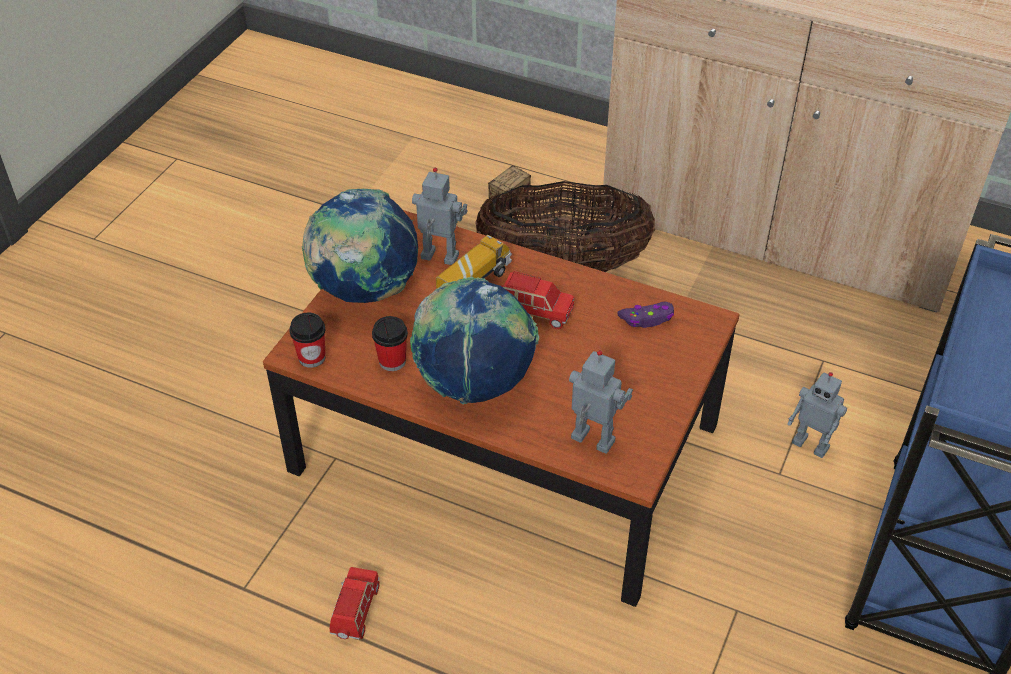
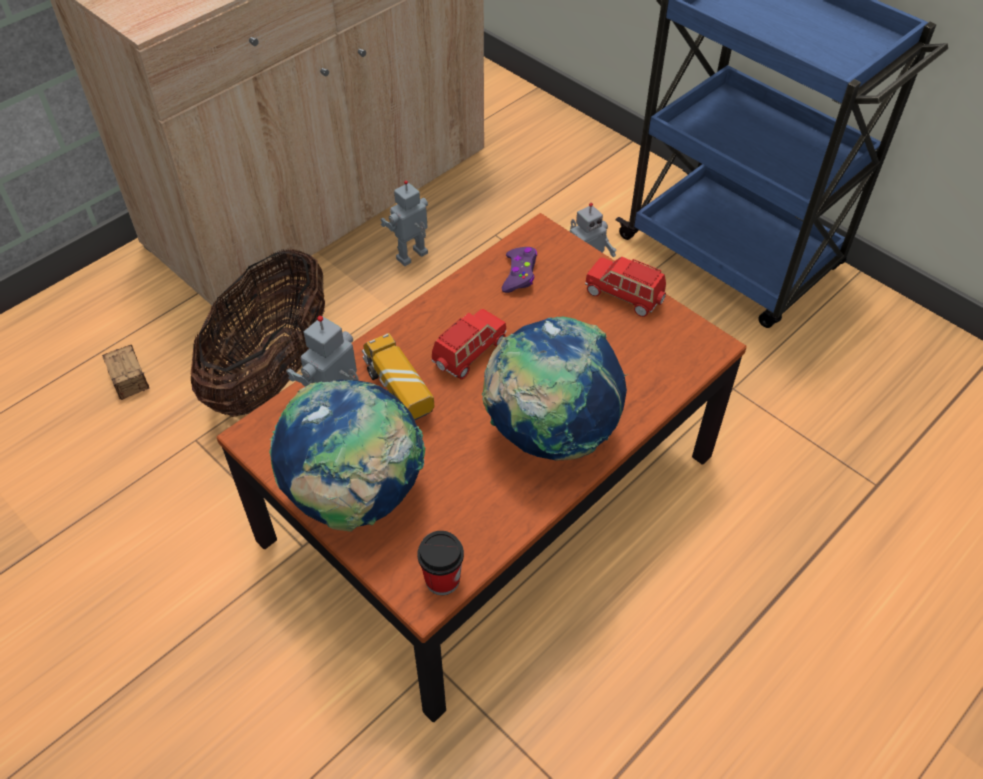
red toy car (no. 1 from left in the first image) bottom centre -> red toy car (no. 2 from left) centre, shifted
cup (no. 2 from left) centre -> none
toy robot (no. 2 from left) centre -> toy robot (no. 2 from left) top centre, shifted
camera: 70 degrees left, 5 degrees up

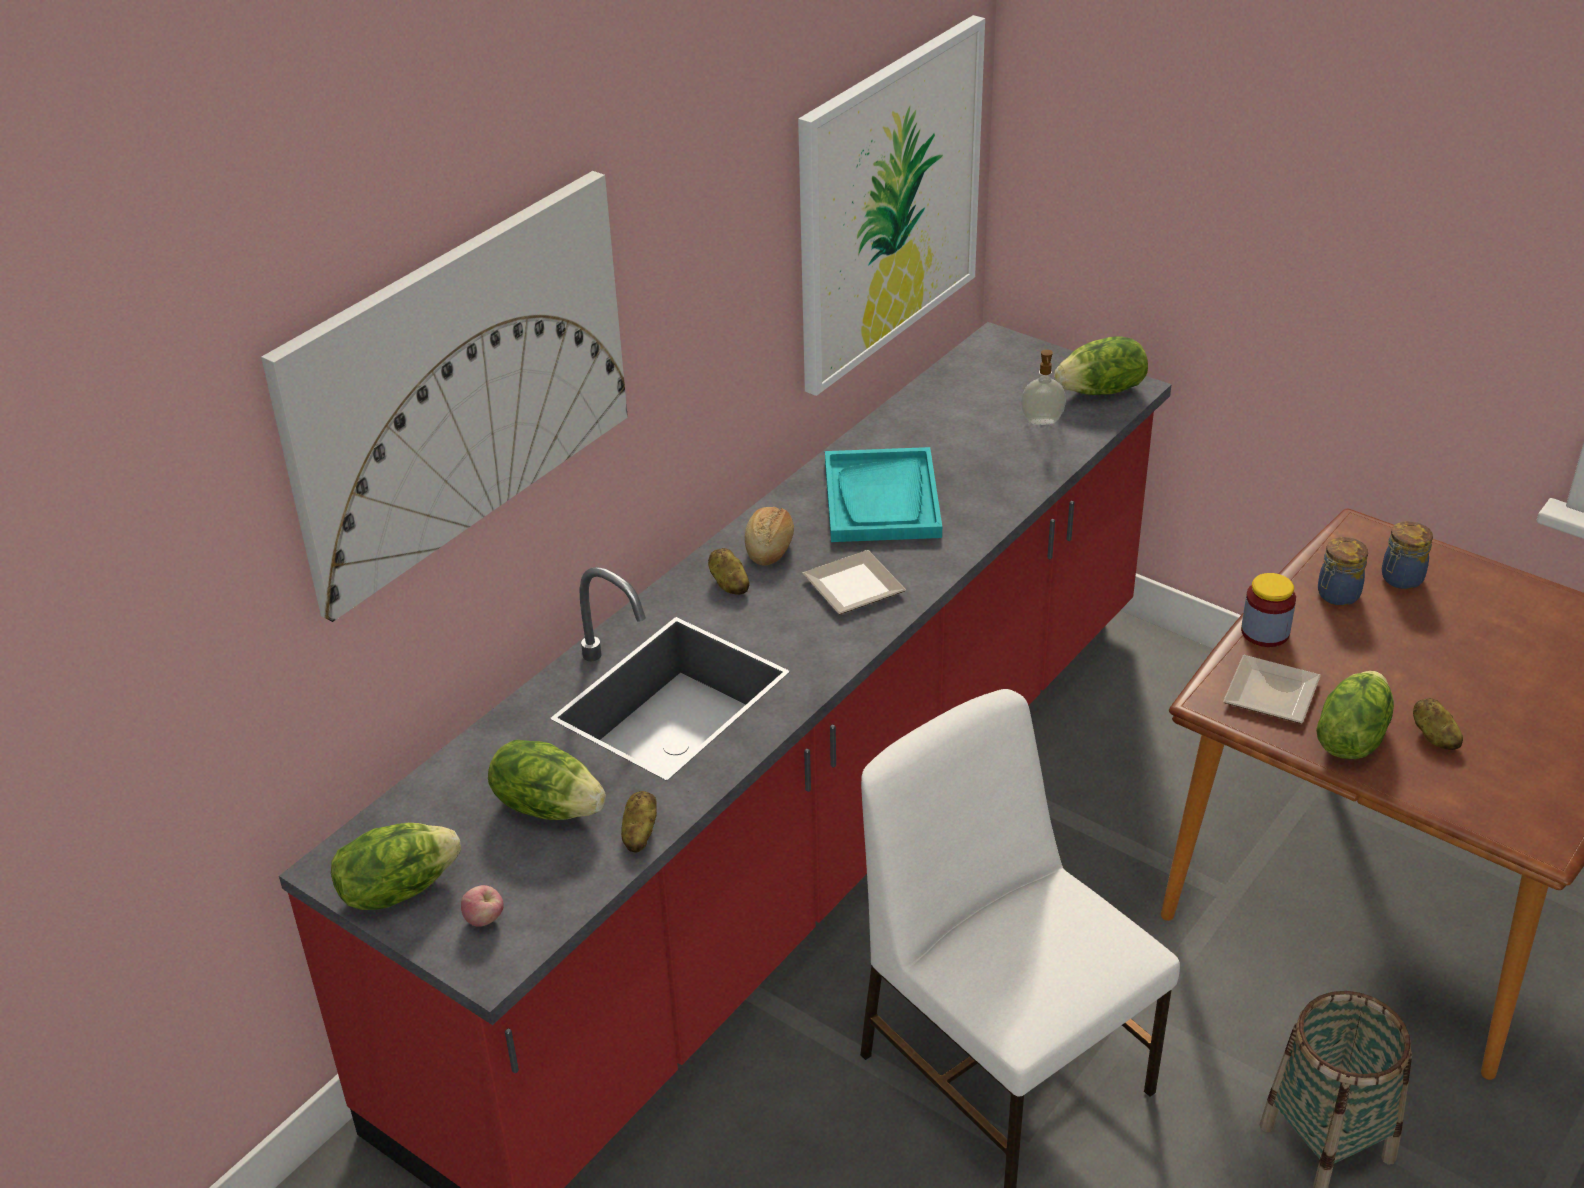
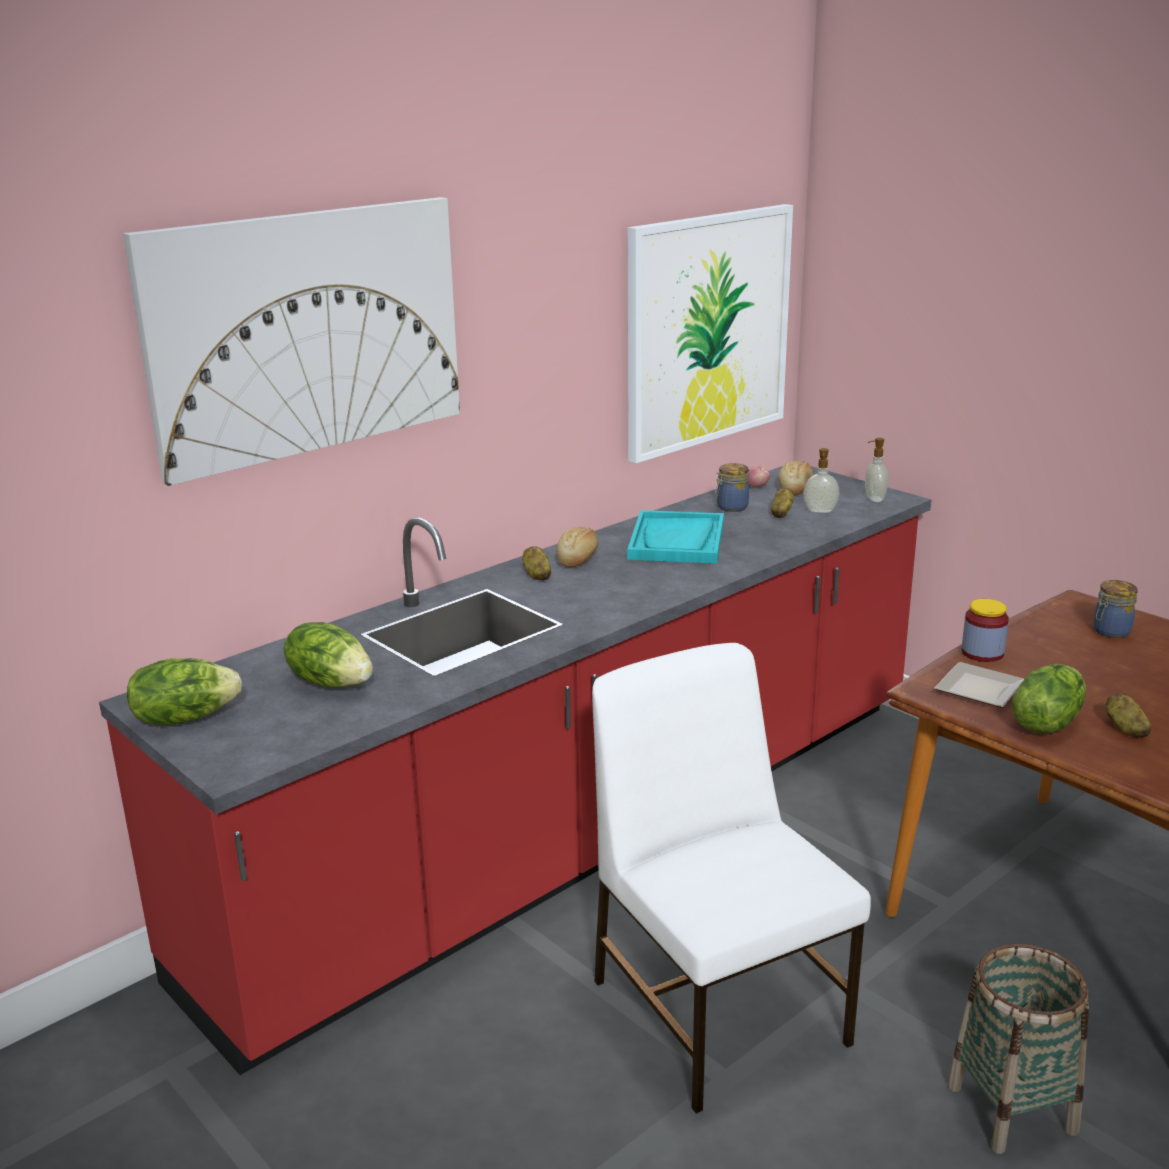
apple bottom left -> apple centre, shifted
potato (no. 1 from left in the first image) bottom centre -> potato (no. 2 from left) middle right, shifted
plate (no. 1 from left) centre -> none
lettuce (no. 3 from left) top right -> soap dispenser (no. 2 from left) middle right
jar (no. 2 from left in the first image) middle right -> jar (no. 1 from left) centre, shifted
none -> bread (no. 2 from left) middle right
camera: 10 degrees right, 15 degrees down

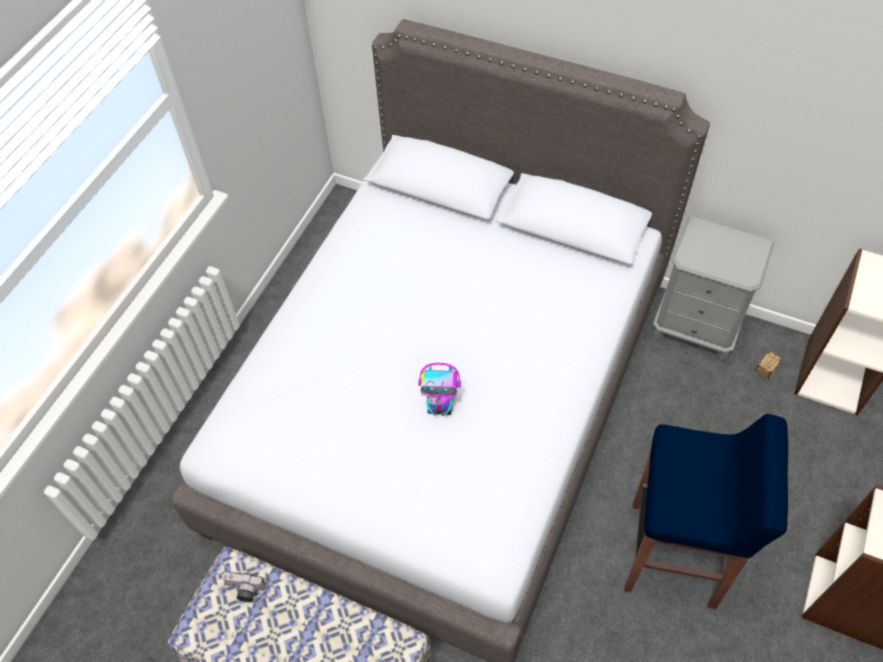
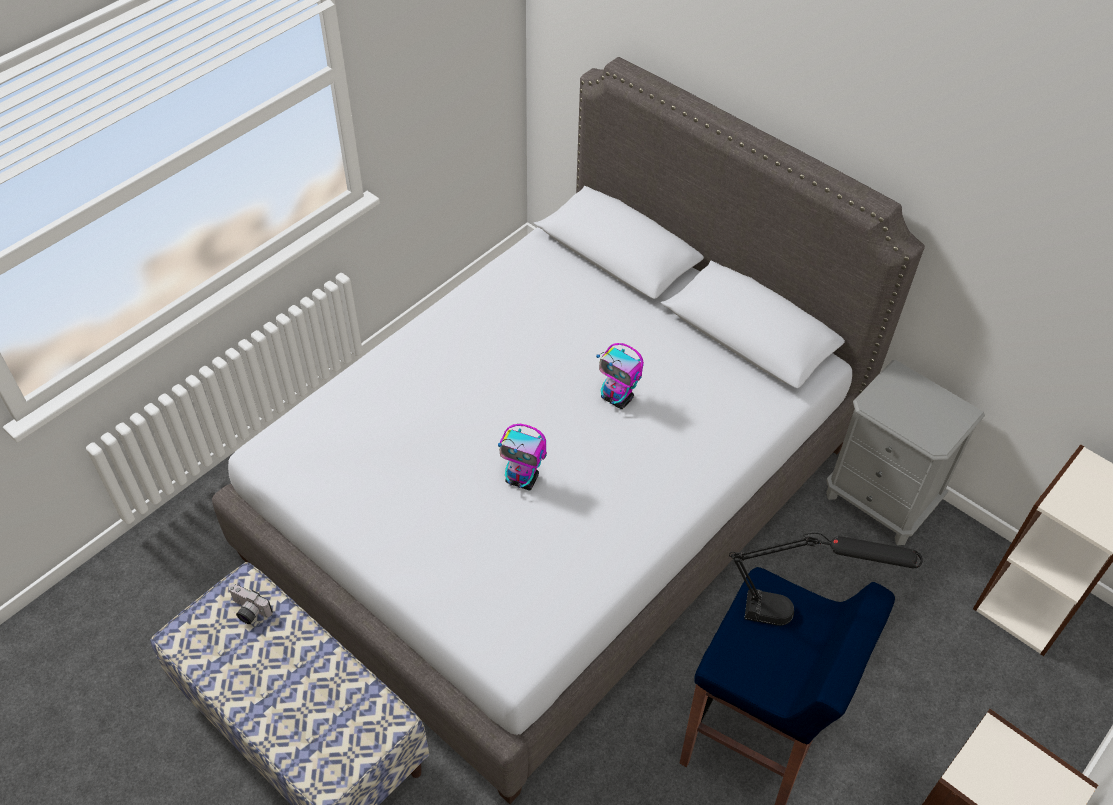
storage box middle right -> none
none -> toy robot (no. 2 from left) centre
none -> black table lamp bottom right
camera: 15 degrees right, 5 degrees down

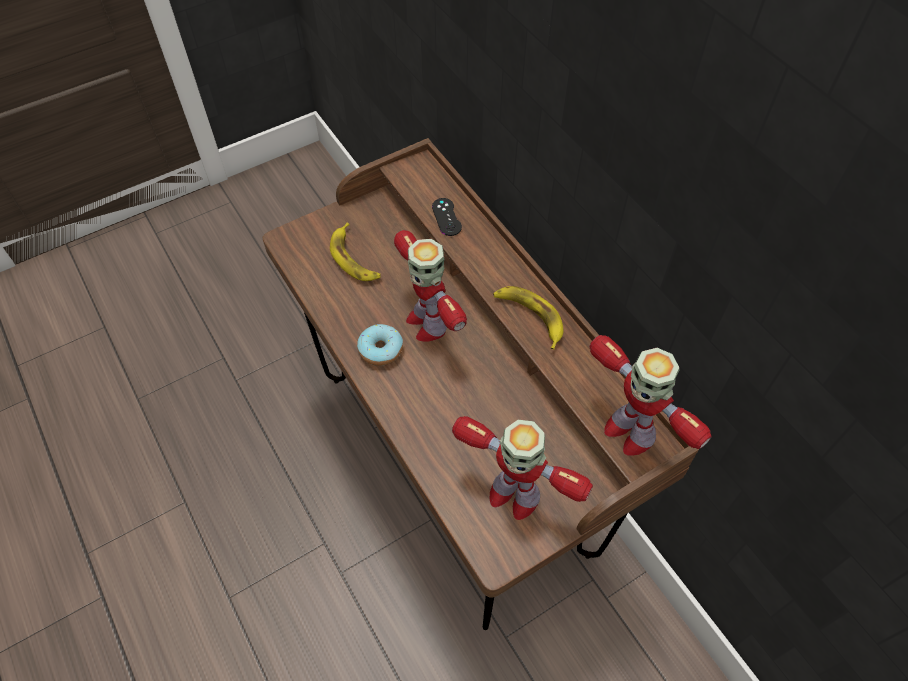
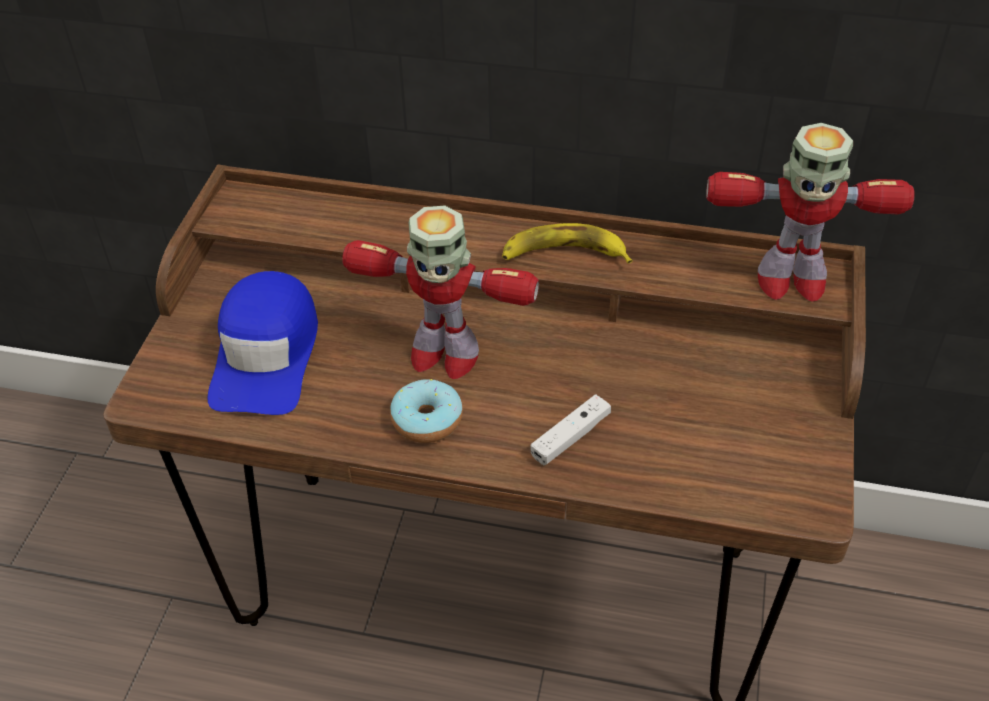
banana (no. 1 from left) centre -> blue cap middle left
black game controller top centre -> none
toy robot (no. 2 from left) bottom centre -> none
none -> white game controller centre
camera: 45 degrees left, 10 degrees down

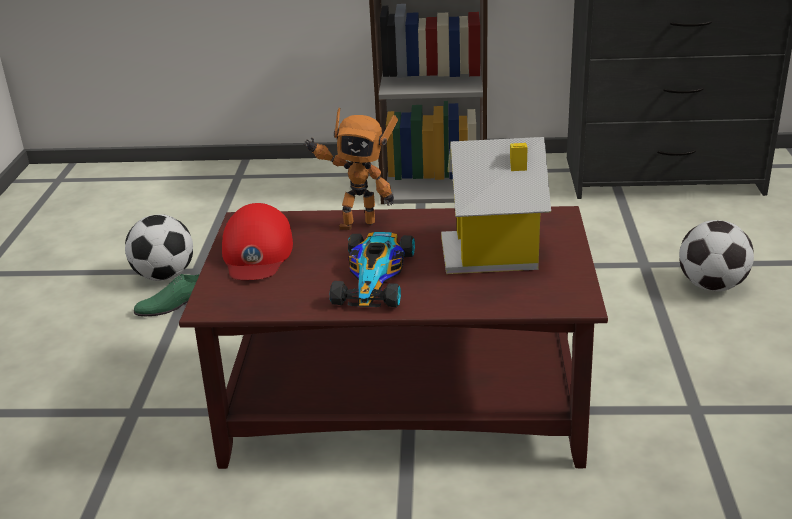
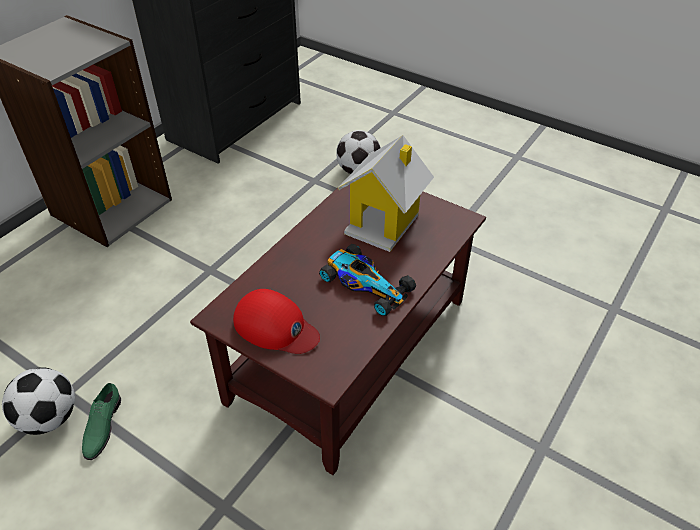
toy robot top centre -> none
camera: 60 degrees left, 15 degrees up

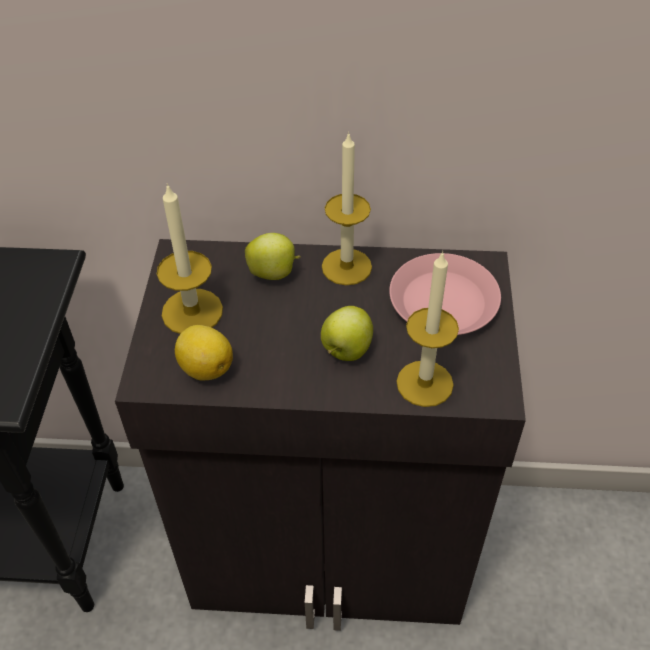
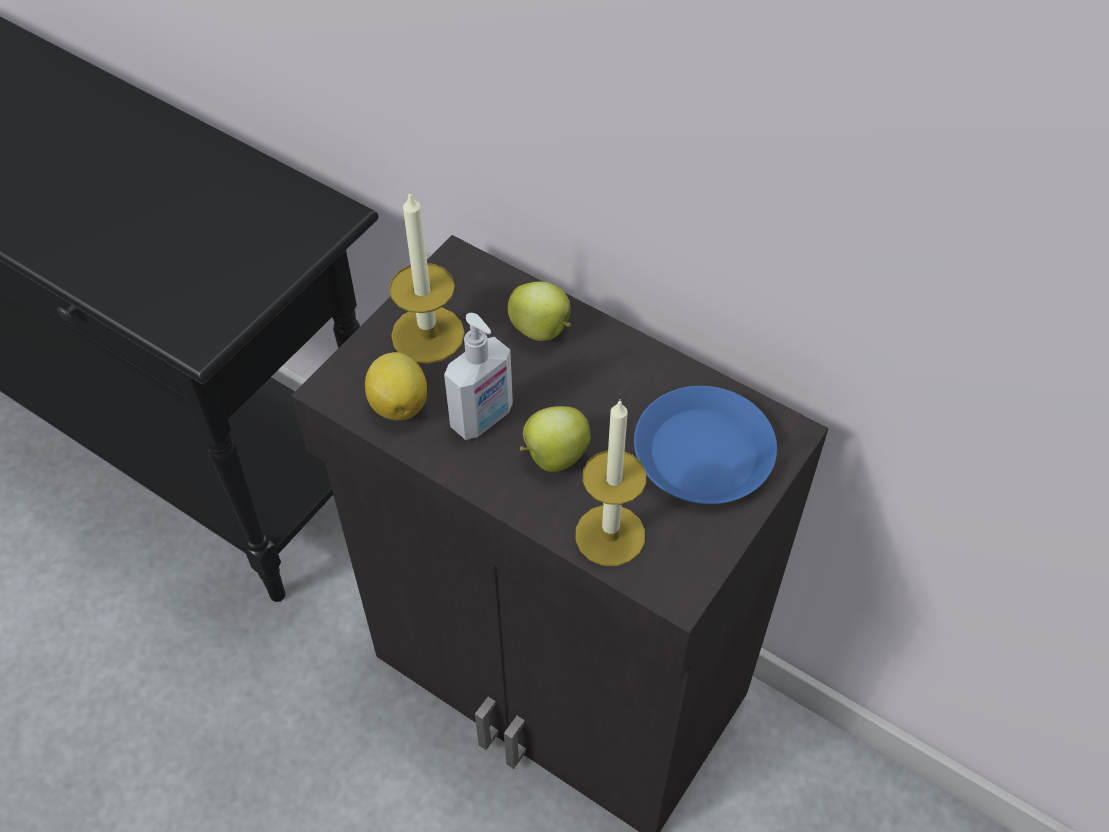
candle (no. 2 from left) top centre -> none
pink plate middle right -> blue plate centre
none -> soap dispenser centre
camera: 30 degrees right, 5 degrees up

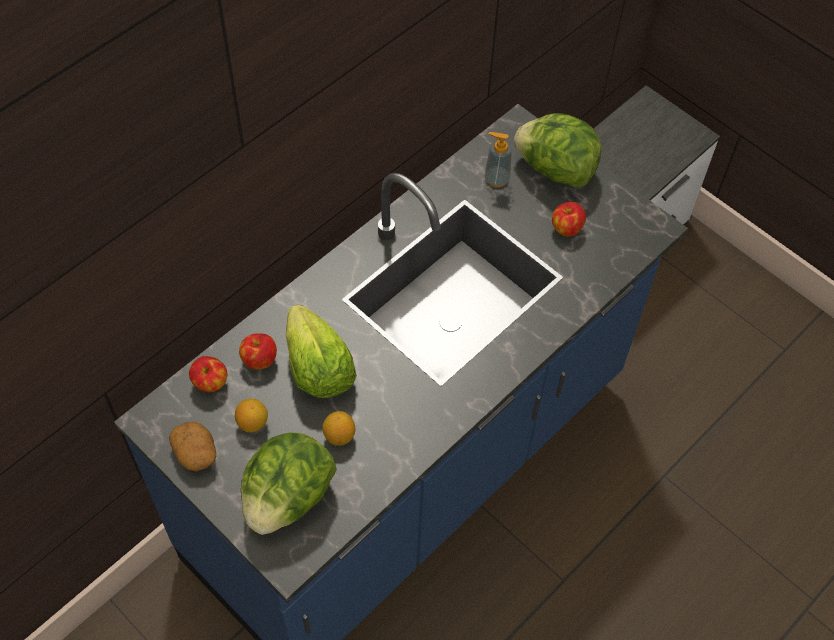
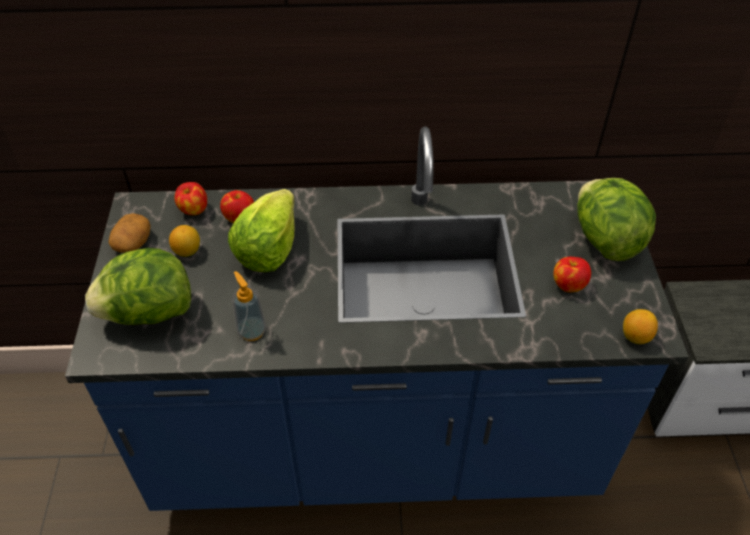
lemon (no. 2 from left) bottom centre -> lemon (no. 2 from left) middle right, shifted
soap dispenser top centre -> soap dispenser middle left, shifted
camera: 45 degrees right, 10 degrees down

